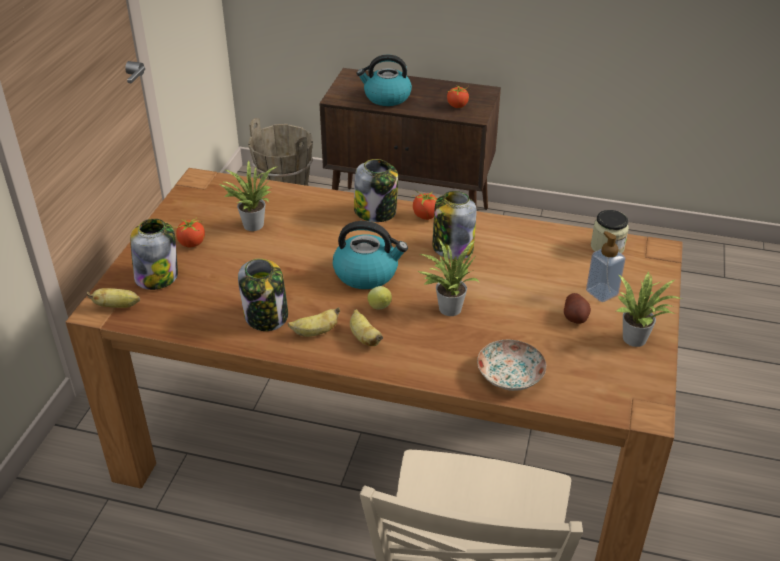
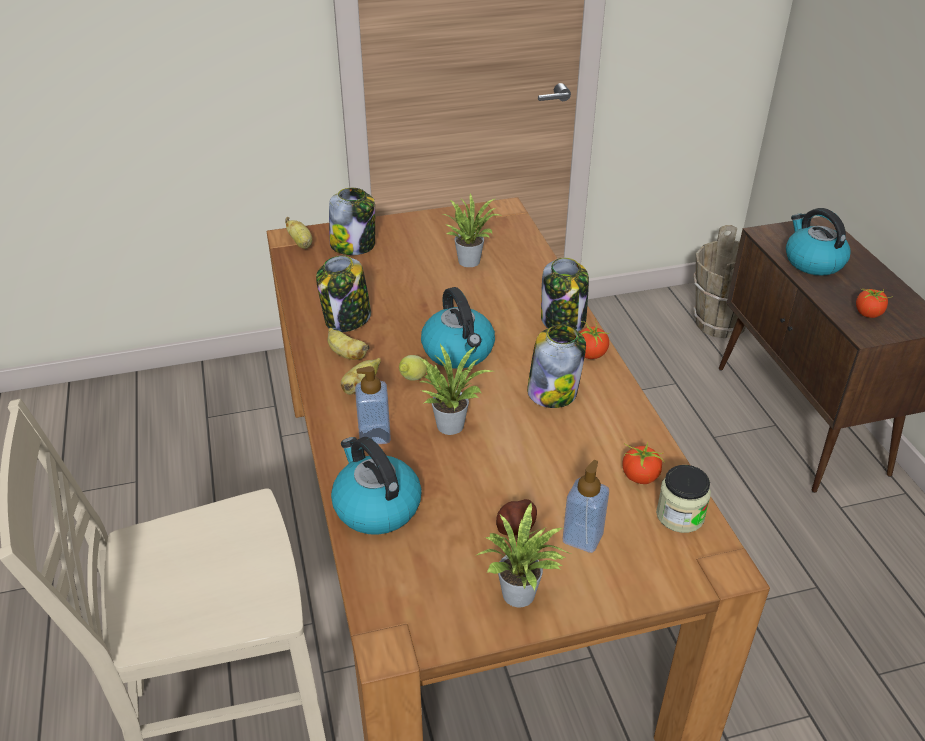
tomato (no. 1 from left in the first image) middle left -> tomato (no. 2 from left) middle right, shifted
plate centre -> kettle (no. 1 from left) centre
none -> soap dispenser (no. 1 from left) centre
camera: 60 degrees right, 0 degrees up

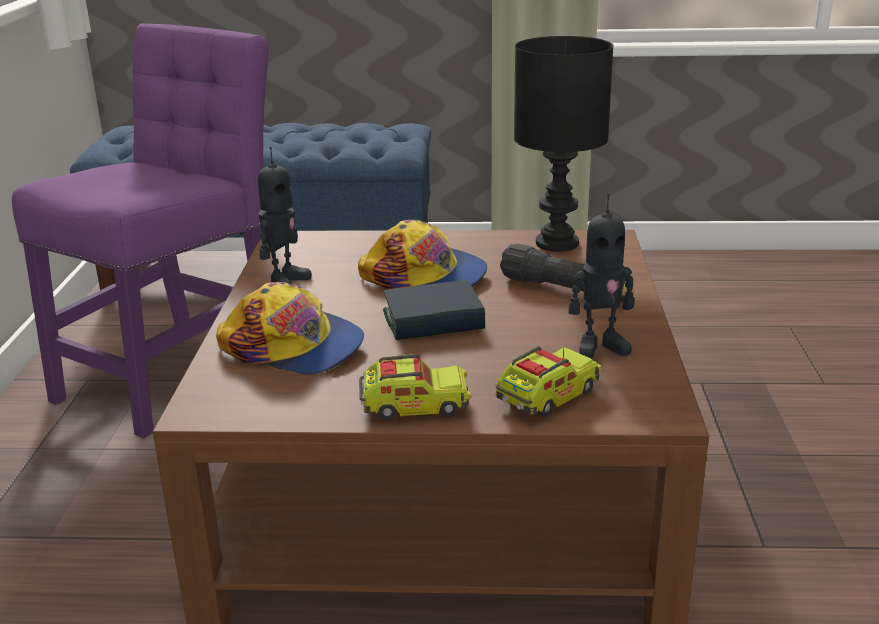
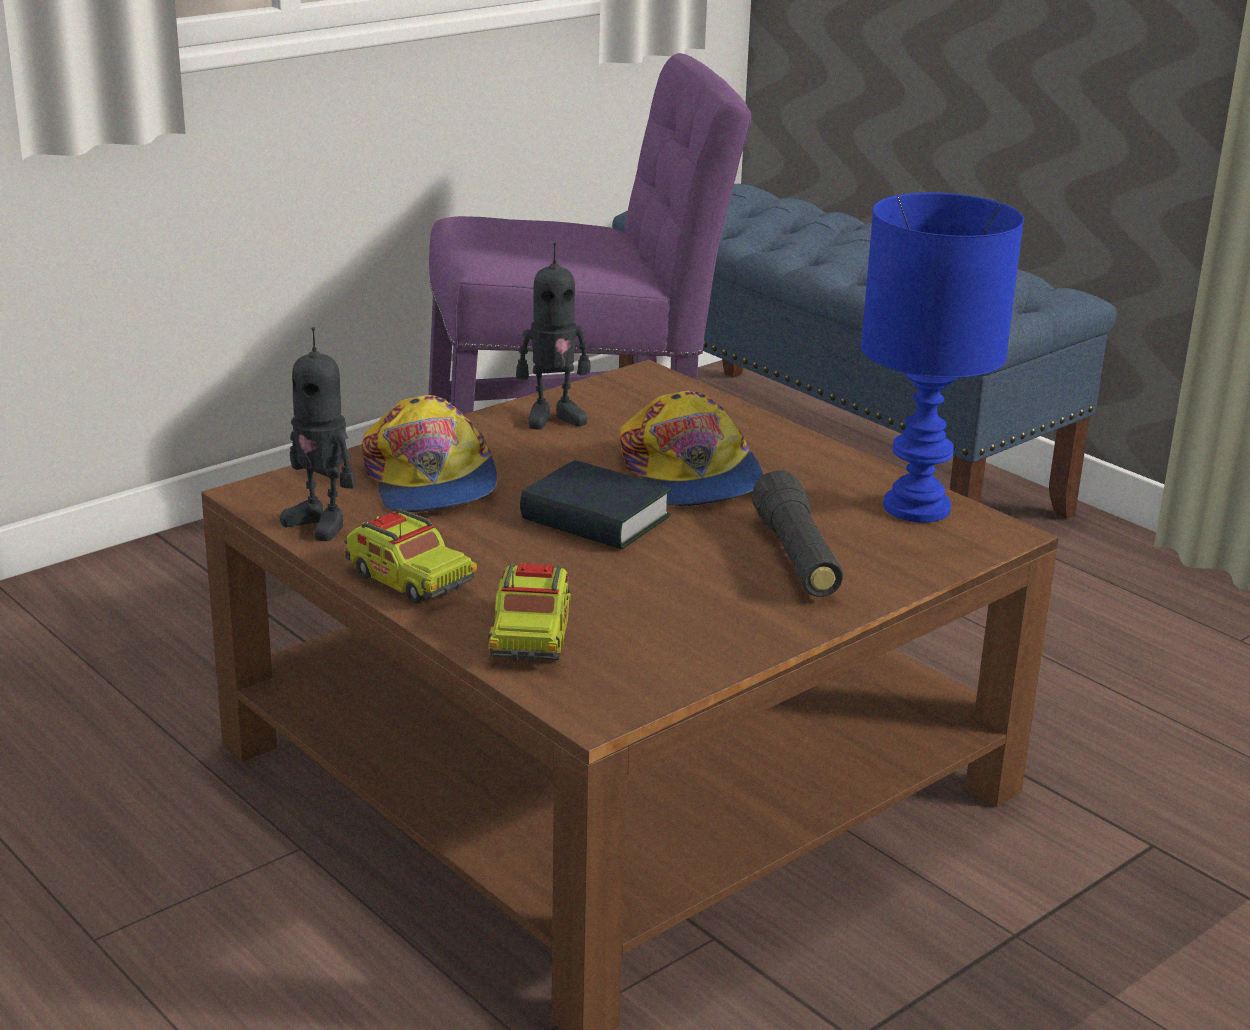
toy truck (no. 2 from left) centre, 90 degrees clockwise
black table lamp top centre -> blue table lamp middle right
toy robot (no. 2 from left in the first image) middle right -> toy robot (no. 1 from left) middle left, shifted
camera: 45 degrees right, 0 degrees up

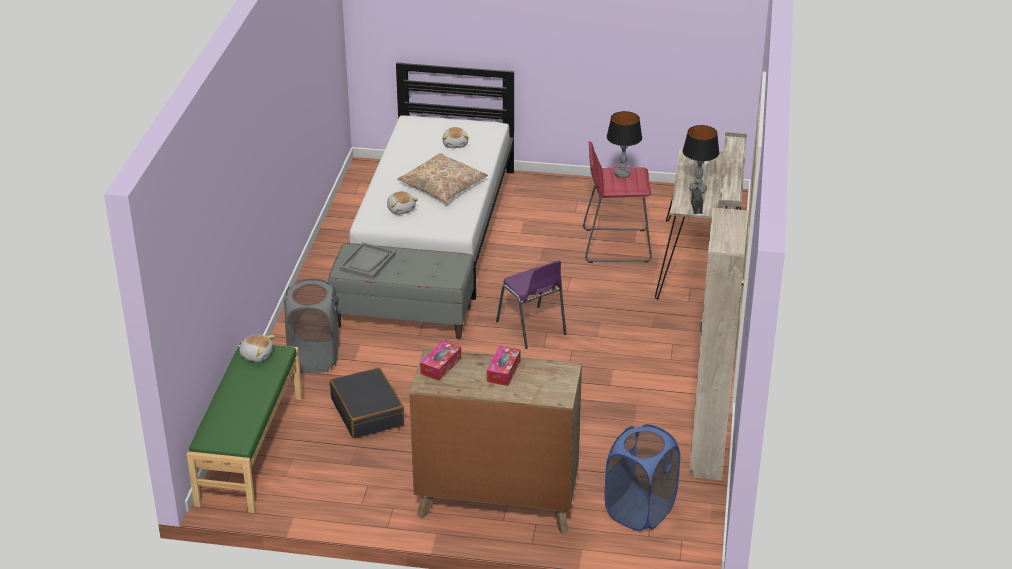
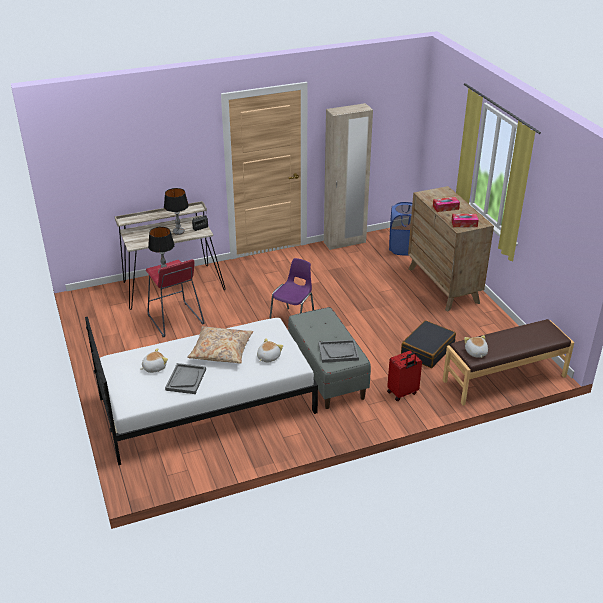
green bench bottom left -> brown bench middle right
grey laundry basket middle left -> red suitcase middle right
none -> grey tray (no. 1 from left) middle left
camera: 120 degrees left, 0 degrees up

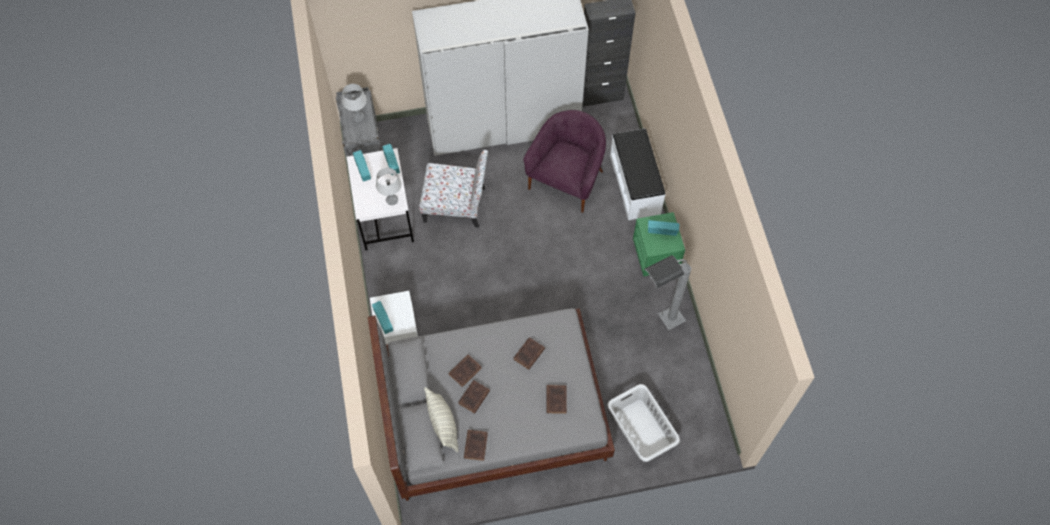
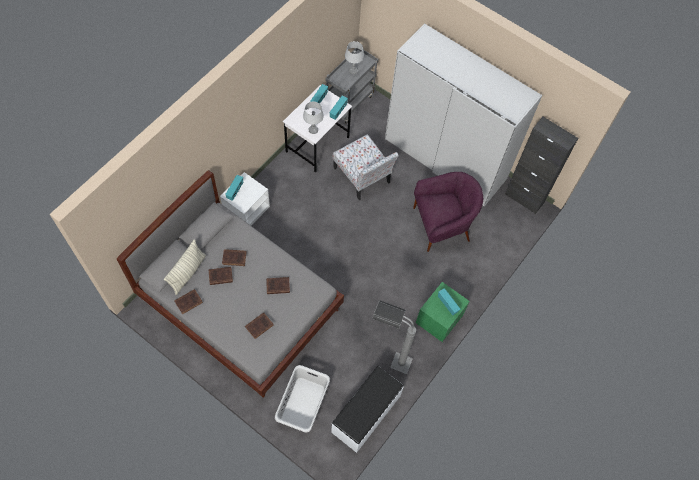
white bench top centre -> white bench bottom centre, shifted
camera: 45 degrees right, 0 degrees up

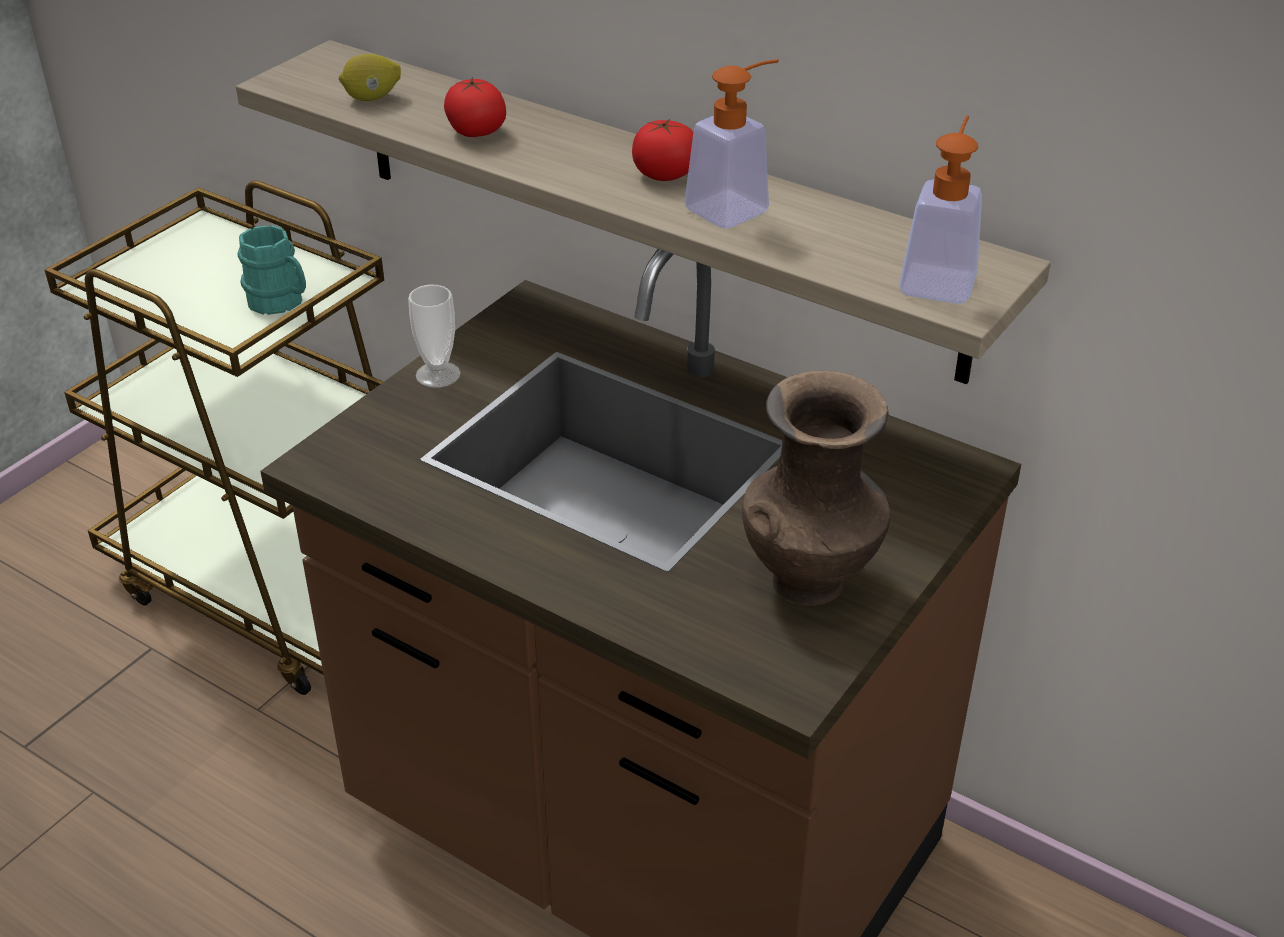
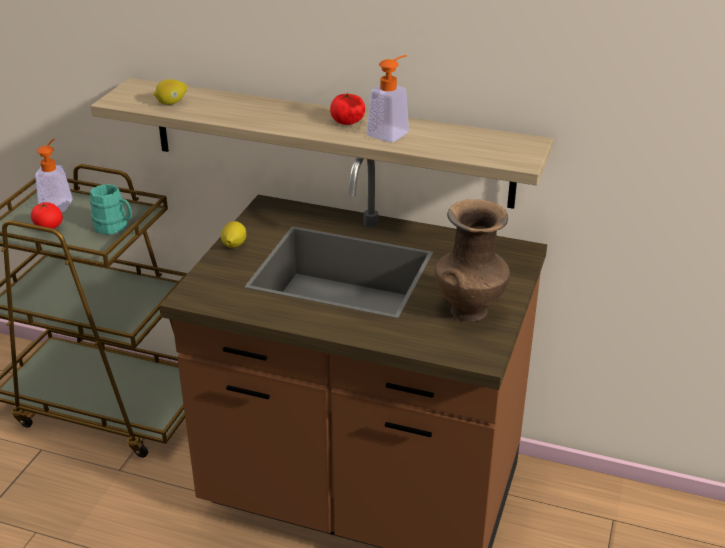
cup centre -> lemon (no. 2 from left) middle left
tomato (no. 1 from left) top centre -> tomato (no. 1 from left) middle left, shifted
soap dispenser (no. 2 from left in the first image) top right -> soap dispenser (no. 1 from left) top left, shifted
camera: 15 degrees left, 5 degrees down

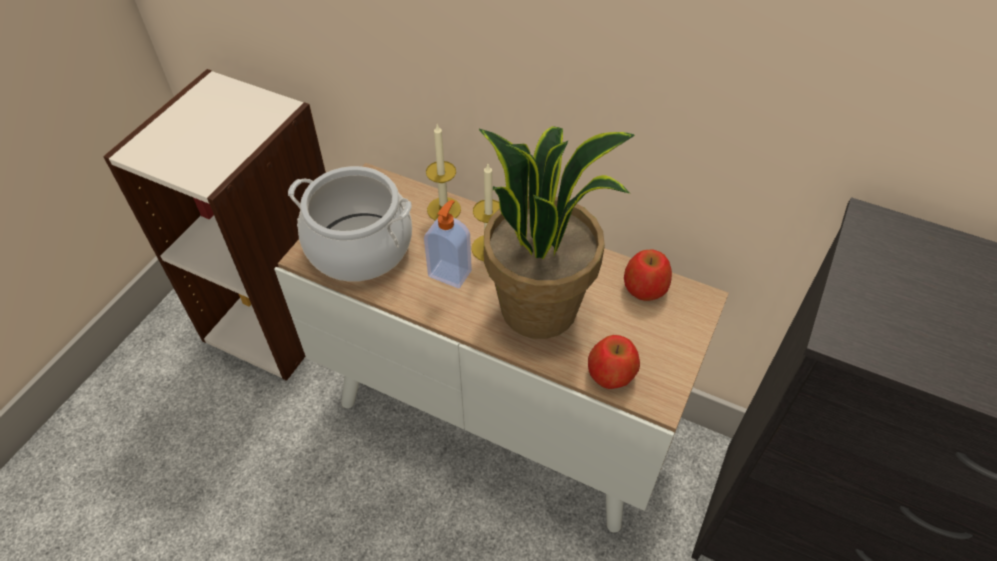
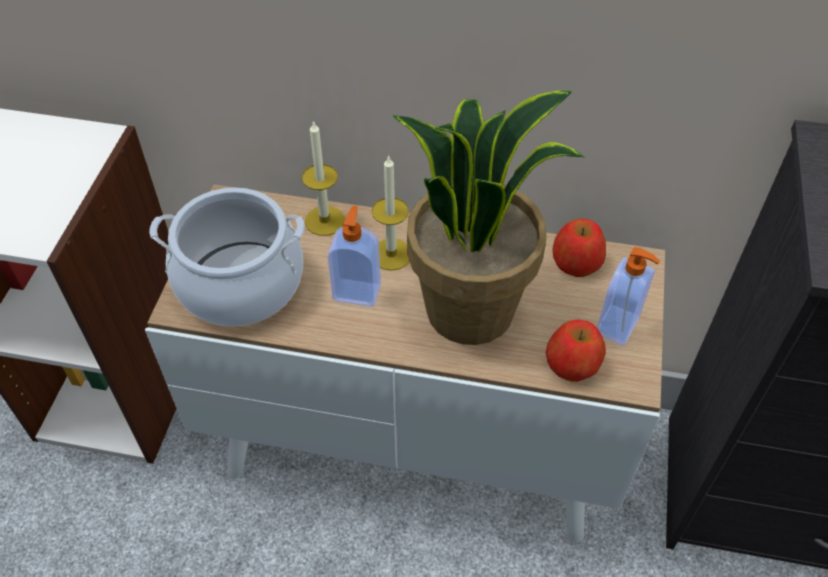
none -> soap dispenser (no. 2 from left) middle right
camera: 15 degrees left, 0 degrees up

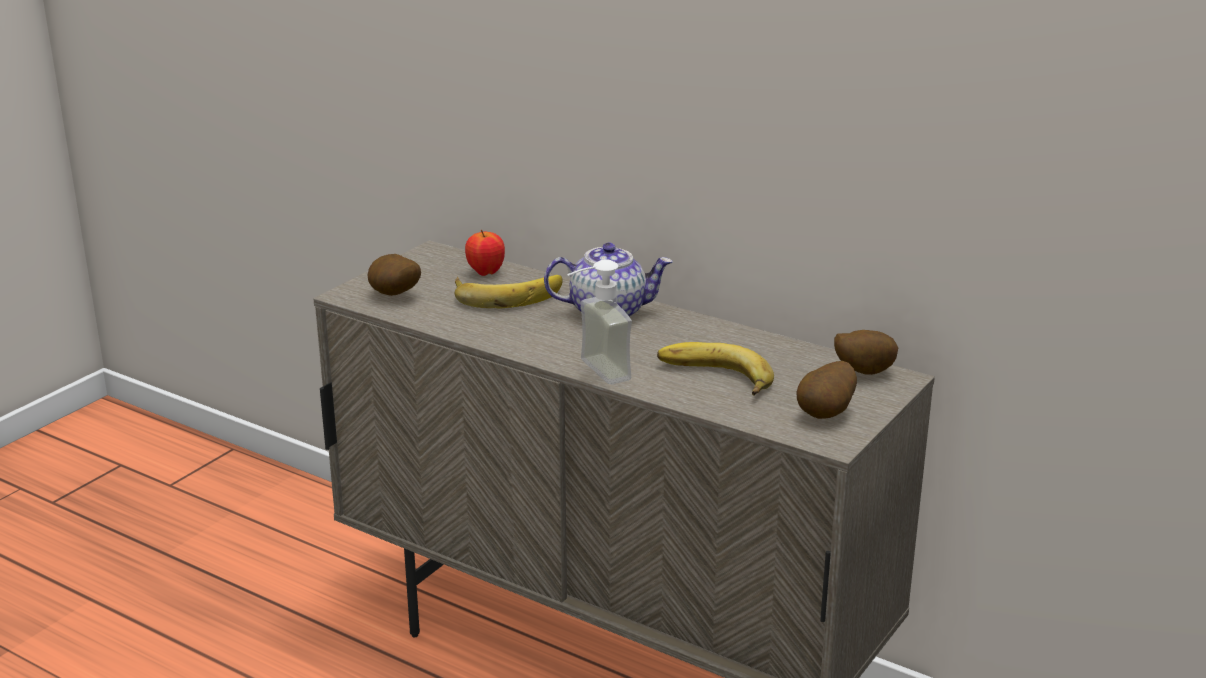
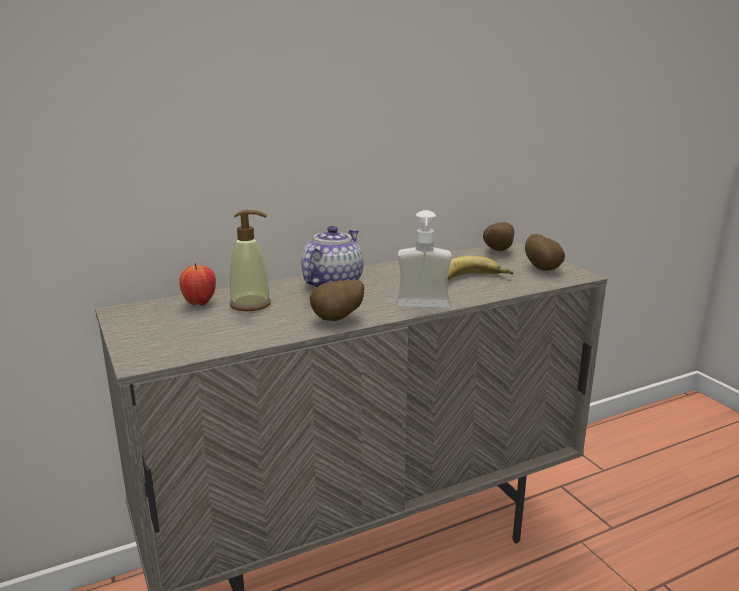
potato (no. 1 from left) middle left -> potato (no. 1 from left) centre, shifted
banana (no. 1 from left) centre -> soap dispenser (no. 1 from left) centre
camera: 60 degrees left, 5 degrees down

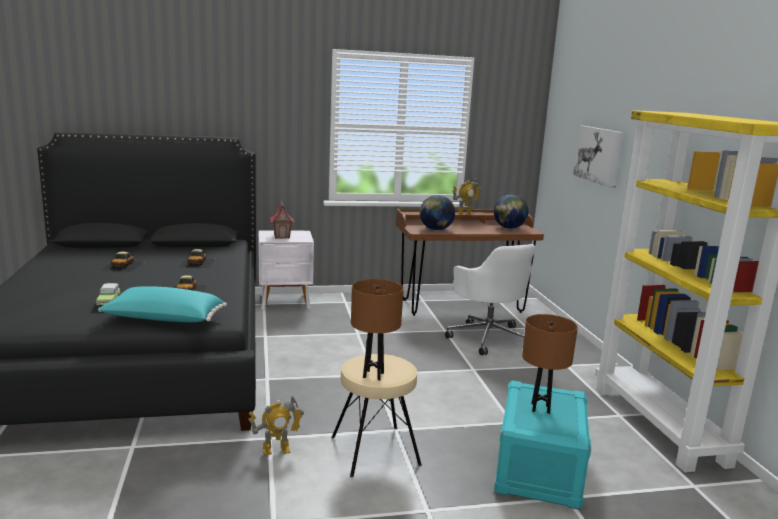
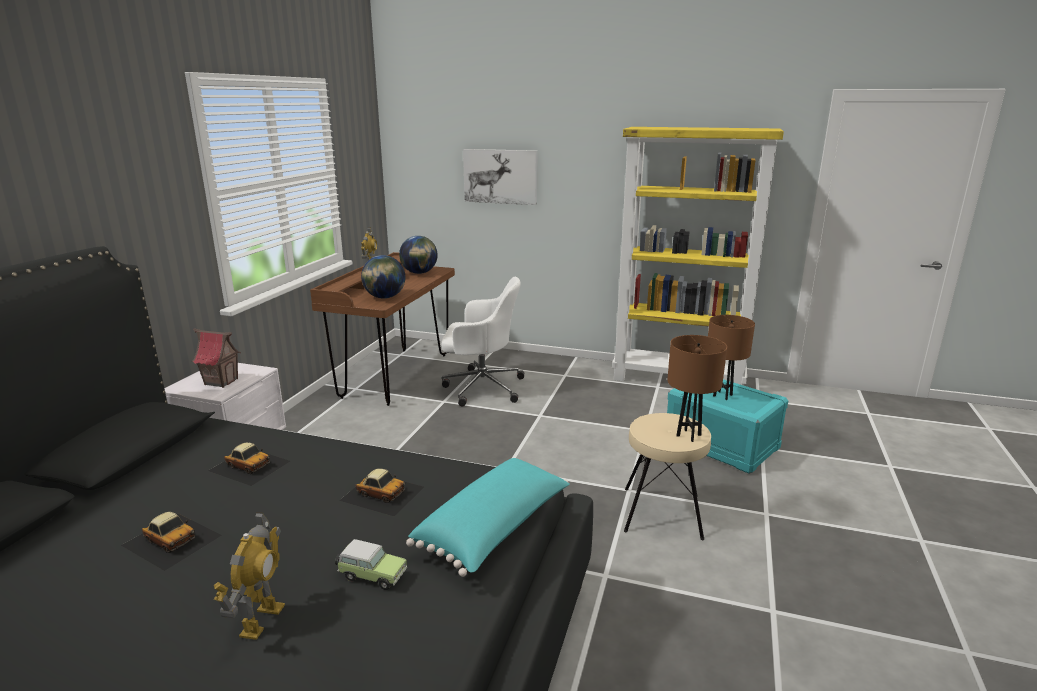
toy robot (no. 1 from left) bottom centre -> toy robot (no. 1 from left) bottom left, shifted
camera: 60 degrees left, 5 degrees up

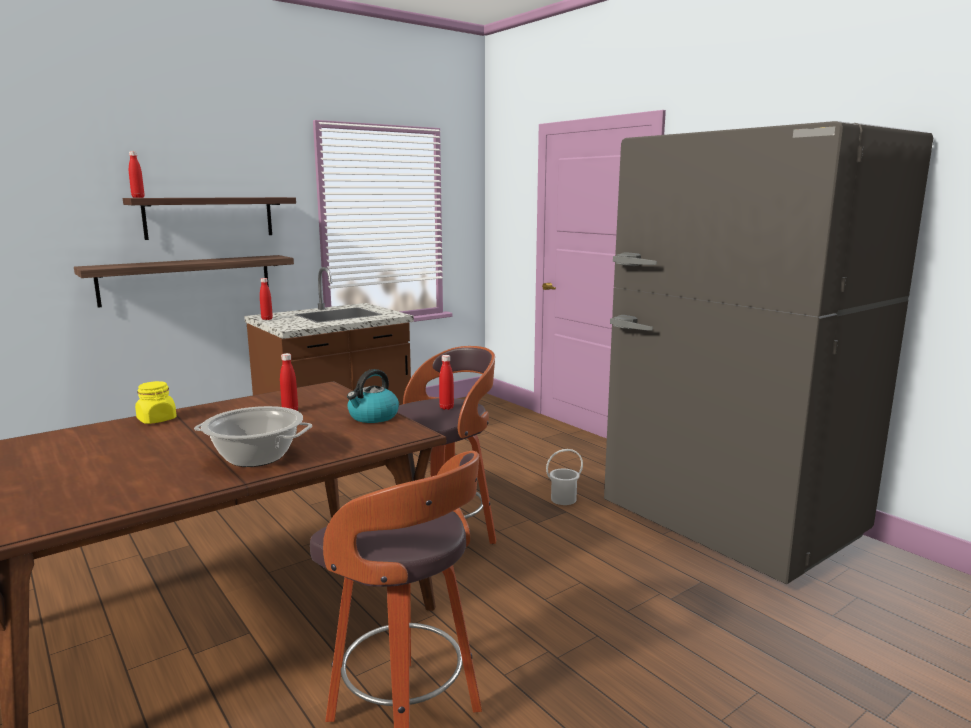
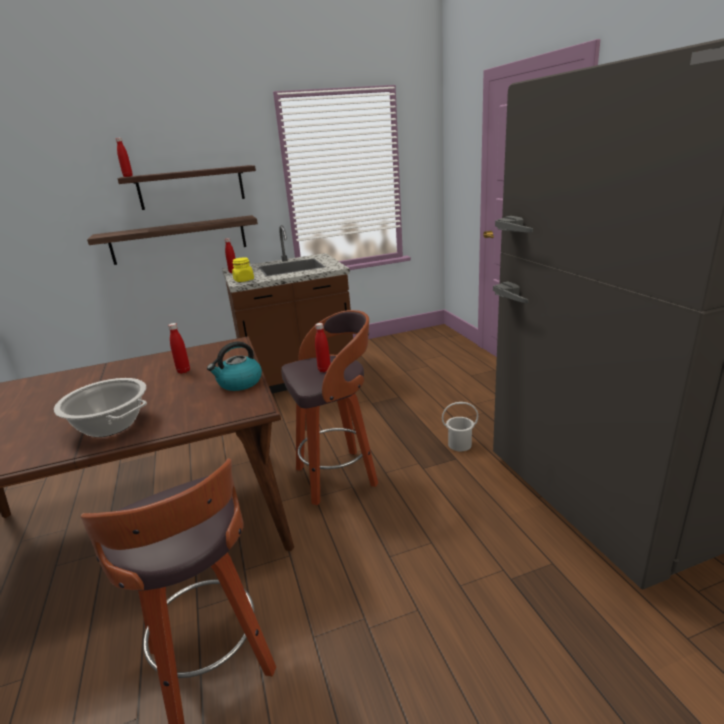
yellow jar middle left -> yellow jar centre, shifted
camera: 20 degrees right, 10 degrees up

